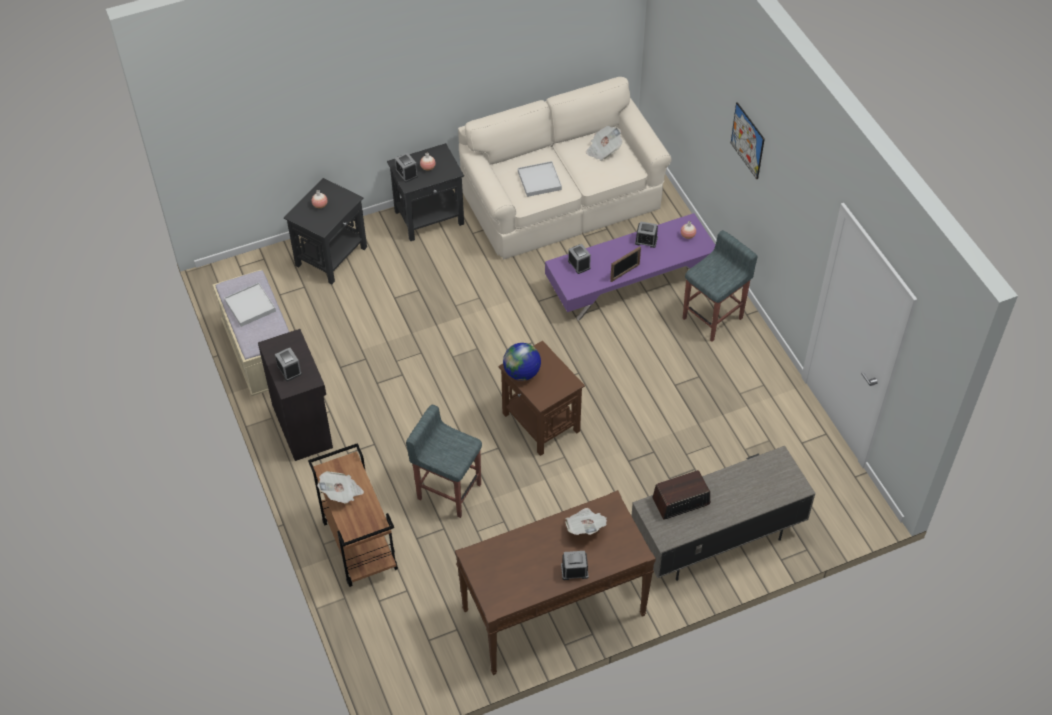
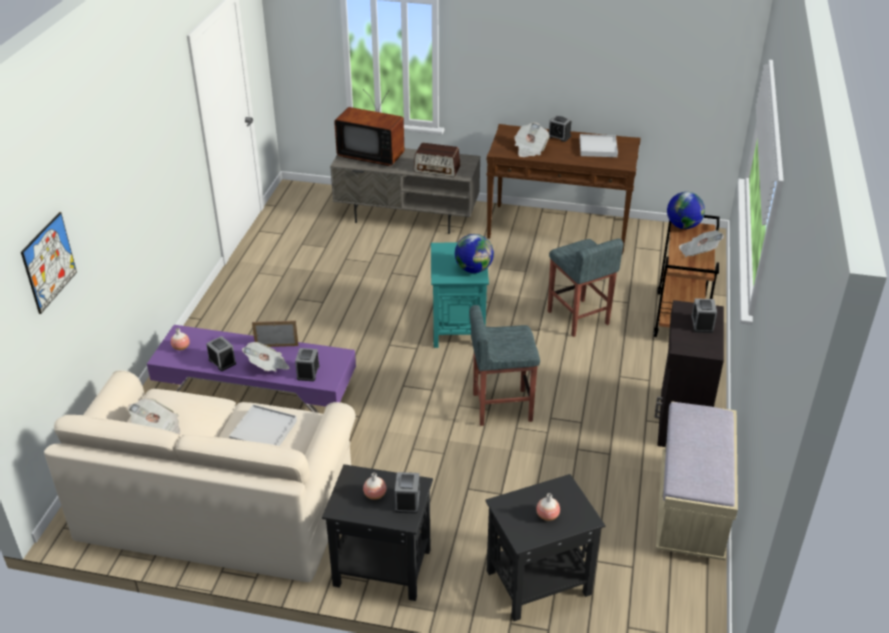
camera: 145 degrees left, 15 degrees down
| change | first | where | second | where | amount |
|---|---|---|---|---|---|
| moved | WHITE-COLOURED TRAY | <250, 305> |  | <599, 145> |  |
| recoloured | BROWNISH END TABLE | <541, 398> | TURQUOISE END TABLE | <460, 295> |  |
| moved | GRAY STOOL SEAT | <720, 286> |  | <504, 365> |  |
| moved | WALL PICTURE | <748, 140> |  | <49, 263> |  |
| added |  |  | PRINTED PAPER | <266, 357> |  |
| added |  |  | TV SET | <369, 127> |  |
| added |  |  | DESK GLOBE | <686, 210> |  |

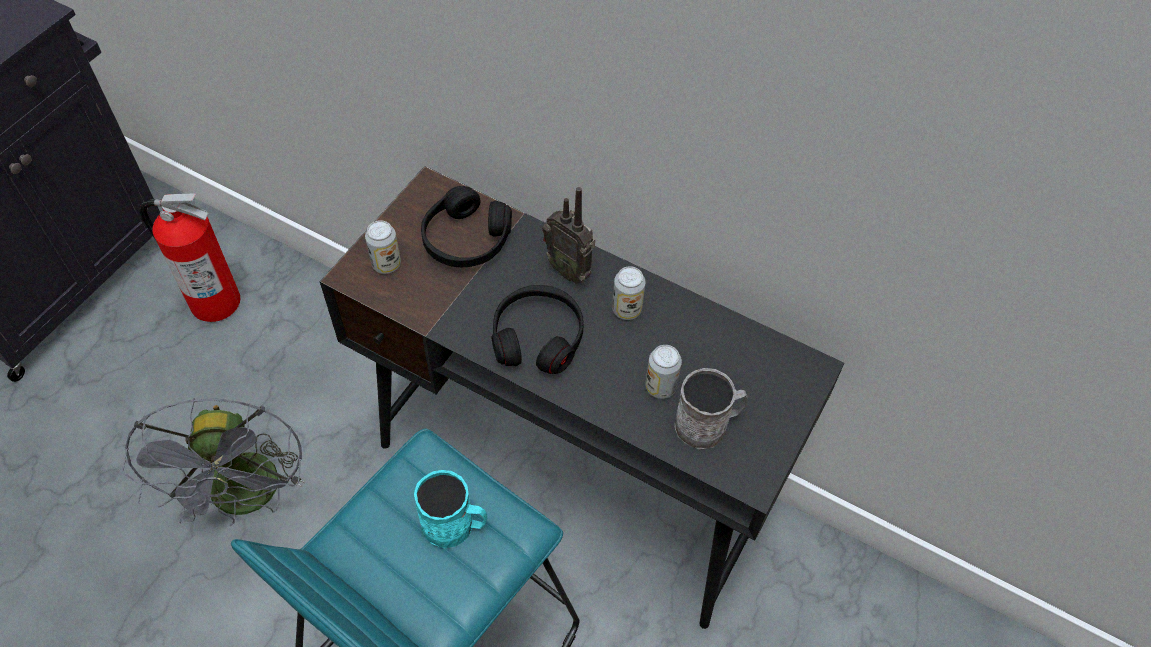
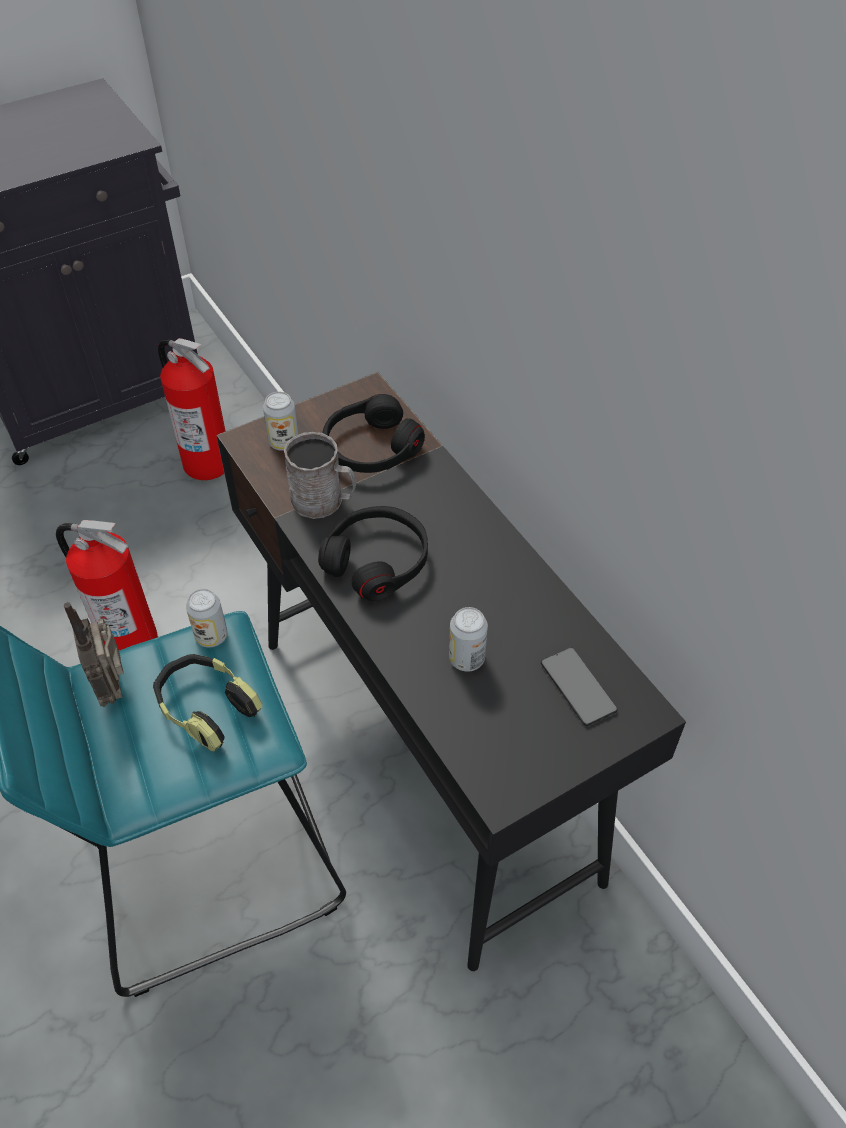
camera: 30 degrees right, 5 degrees down
| change | first | where | second | where | amount |
|---|---|---|---|---|---|
| replaced | GRAY FAN | <213, 462> | EXTINGUISHER | <107, 585> |  |
| replaced | TURQUOISE TEA MUG | <450, 509> | PAIR OF HEADPHONES | <208, 702> |  |
| moved | RADIO SET | <568, 235> |  | <94, 654> |  |
| moved | METAL CAN | <628, 293> |  | <206, 618> |  |
| moved | GRAY TEA MUG | <711, 409> |  | <320, 475> |  |
| added |  |  | HANDSET | <579, 686> |  |

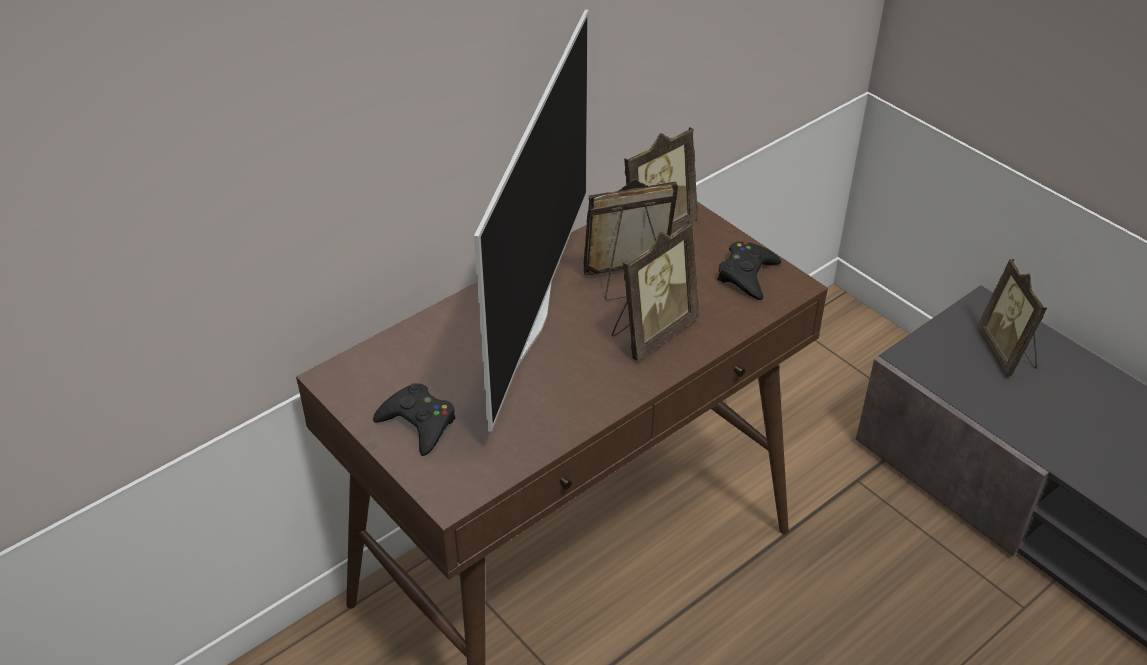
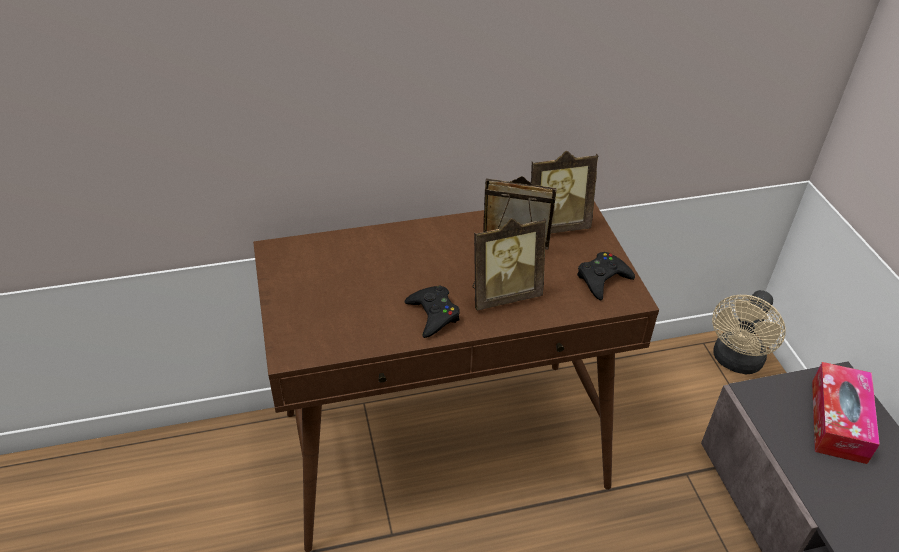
camera: 25 degrees right, 0 degrees up
| change | first | where | second | where | amount |
|---|---|---|---|---|---|
| moved | BLACKISH GAMEPAD | <414, 419> |  | <432, 312> |  |
| removed | TV SET | <531, 220> |  |  |  |
| replaced | PHOTO FRAME | <1012, 318> | BOX OF TISSUES | <846, 413> |  |
| added |  |  | BEIGE-COLOURED FAN | <749, 332> |  |

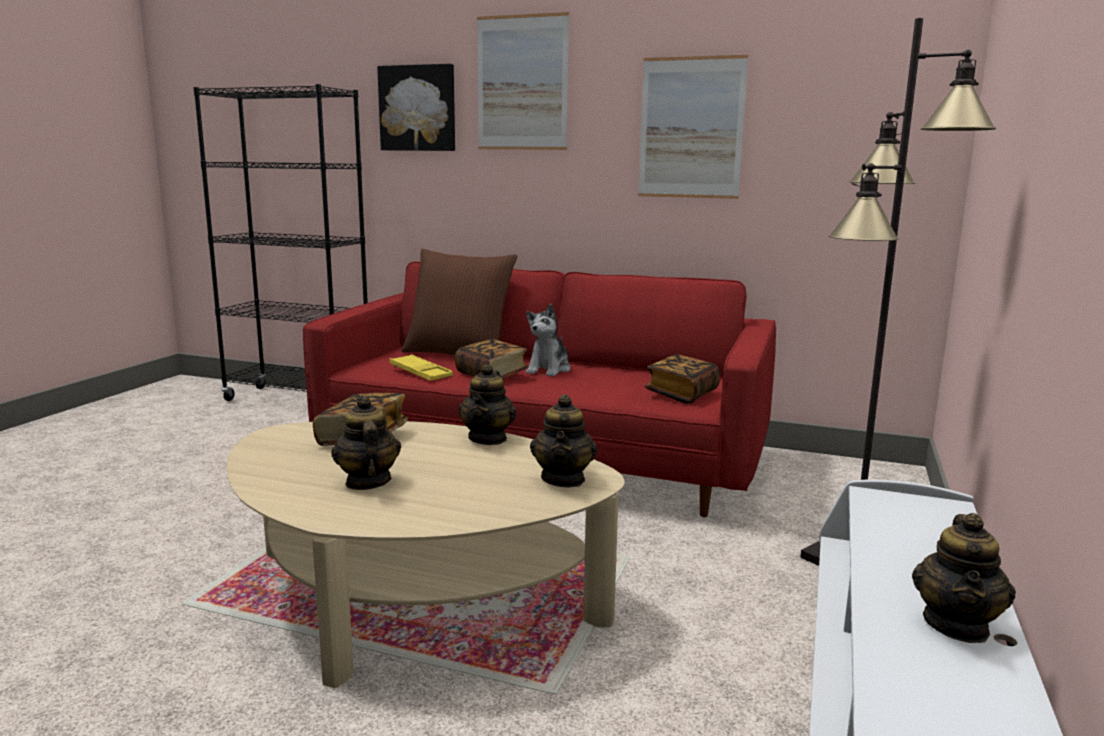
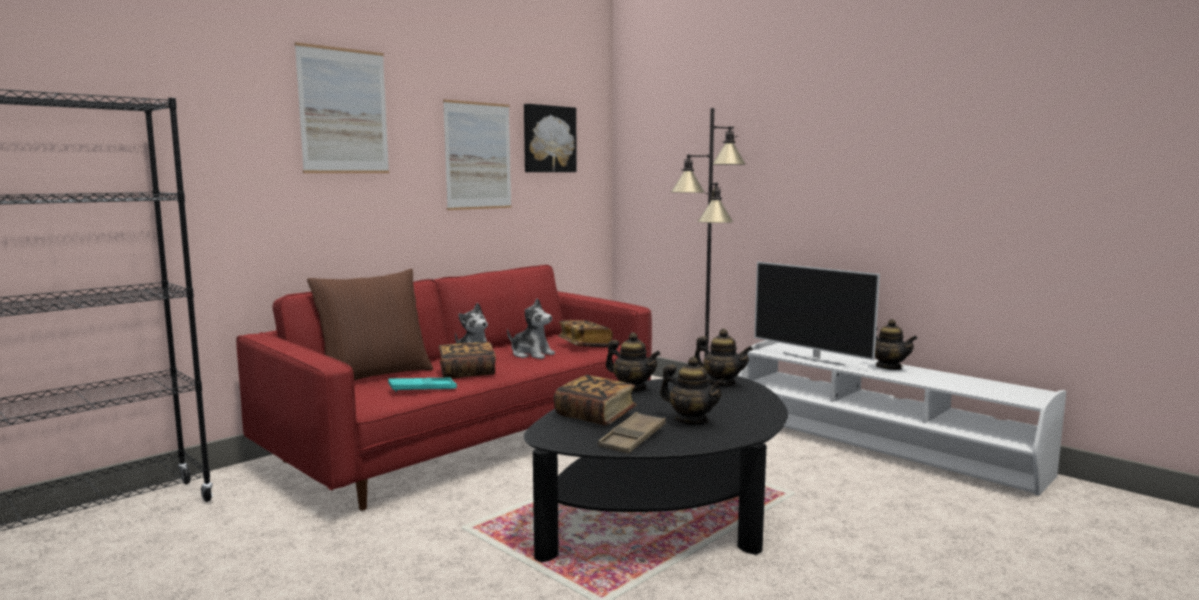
camera: 65 degrees left, 5 degrees down
| change | first | where | second | where | amount |
|---|---|---|---|---|---|
| recoloured | BEIGE-COLOURED LOW TABLE | <426, 554> | BLACKISH LOW TABLE | <656, 468> |  |
| turned | TEA POT | <366, 442> |  | <692, 391> | 150 degrees counterclockwise |
| moved | WALL PICTURE | <416, 107> |  | <550, 138> |  |
| recoloured | YELLOW TRAY | <421, 367> | TURQUOISE TRAY | <422, 385> |  |
| added |  |  | SOFT TOY | <531, 328> |  |
| added |  |  | BROWNISH TRAY | <632, 433> |  |
| added |  |  | TV SET | <817, 313> |  |

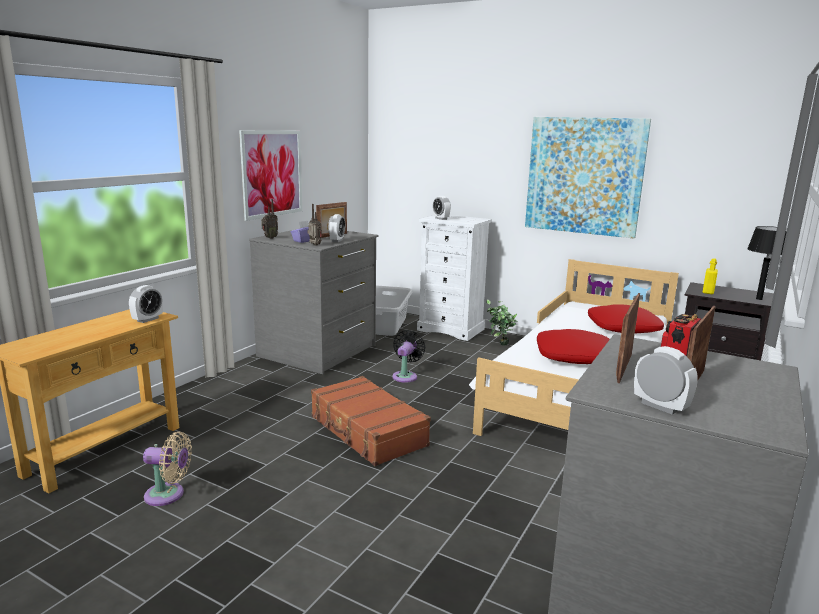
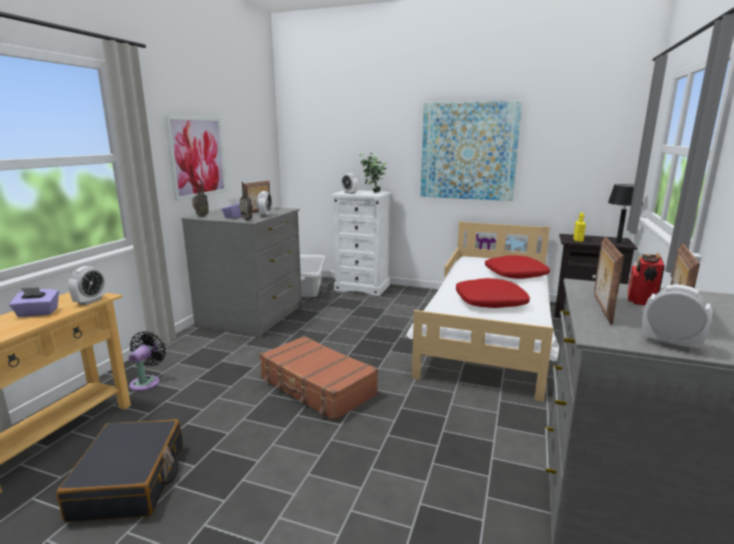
camera: 10 degrees left, 0 degrees up
| change | first | where | second | where | amount |
|---|---|---|---|---|---|
| replaced | BEIGE-COLOURED FAN | <167, 469> | BLACKISH SUITCASE | <119, 470> |  |
| moved | BLACKISH FAN | <408, 356> |  | <147, 361> |  |
| moved | POTTED PLANT | <501, 323> |  | <373, 173> |  |
| added |  |  | PURPLE BOX OF TISSUES | <34, 302> |  |

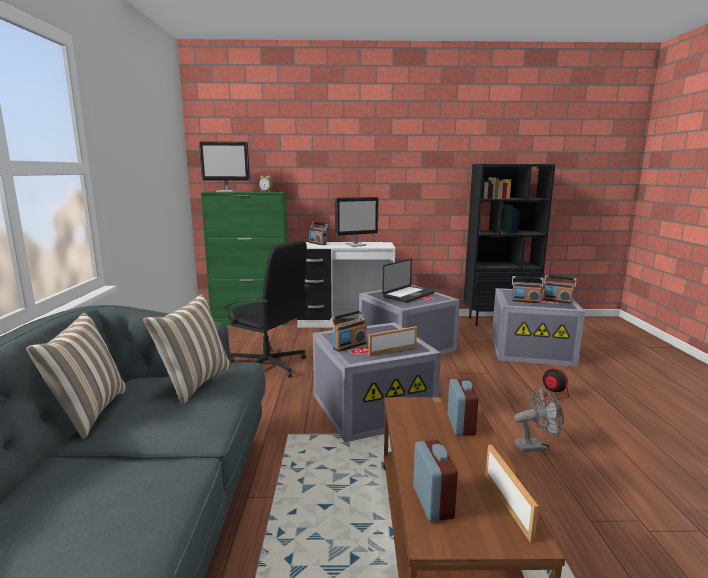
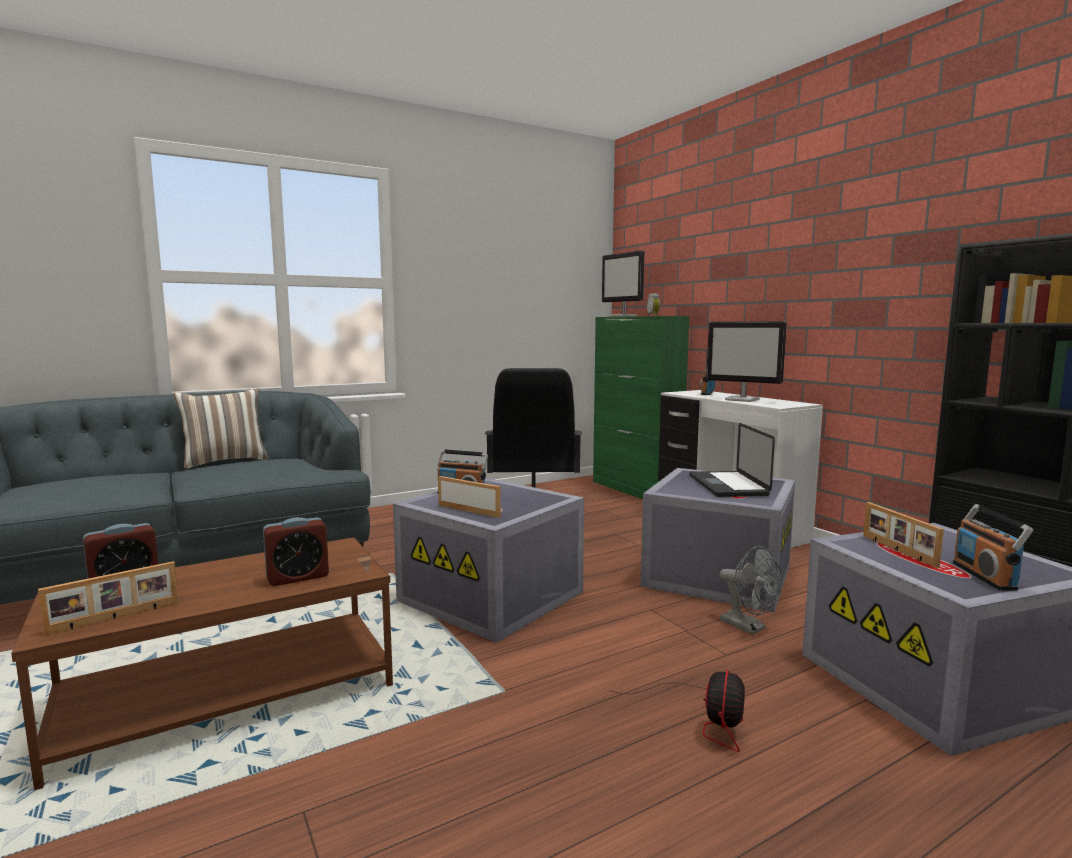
camera: 60 degrees right, 5 degrees down
| change | first | where | second | where | amount |
|---|---|---|---|---|---|
| removed | PILLOW | <187, 349> |  |  |  |
| turned | LAPTOP | <408, 281> |  | <732, 460> | 75 degrees clockwise |
| replaced | RADIO SET | <527, 289> | PHOTO FRAME | <903, 535> |  |
| moved | GRAY FAN | <539, 419> |  | <751, 590> |  |

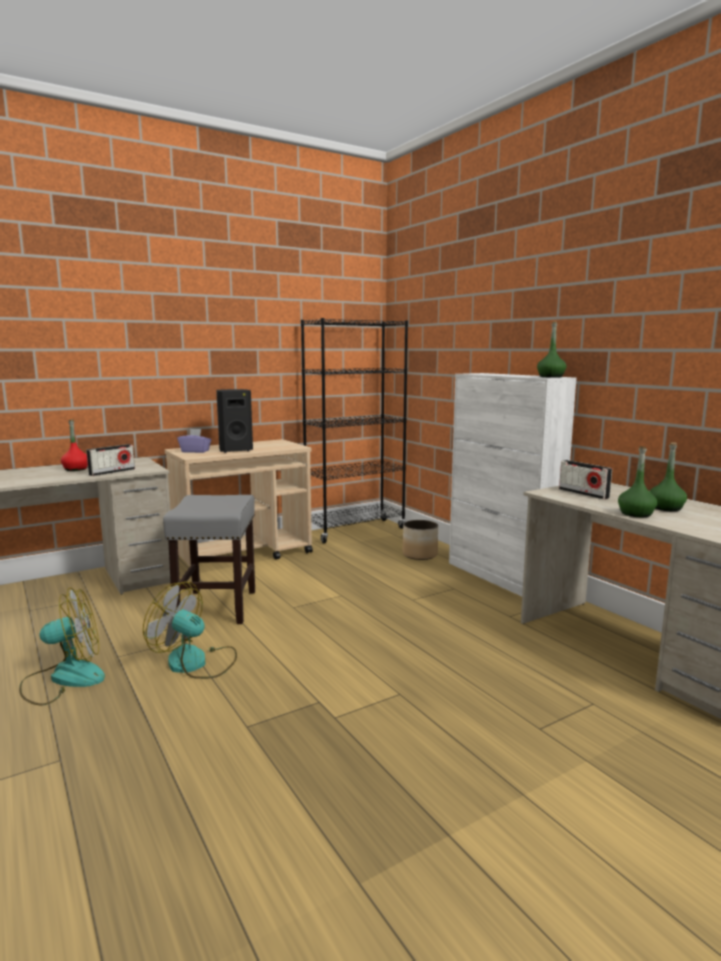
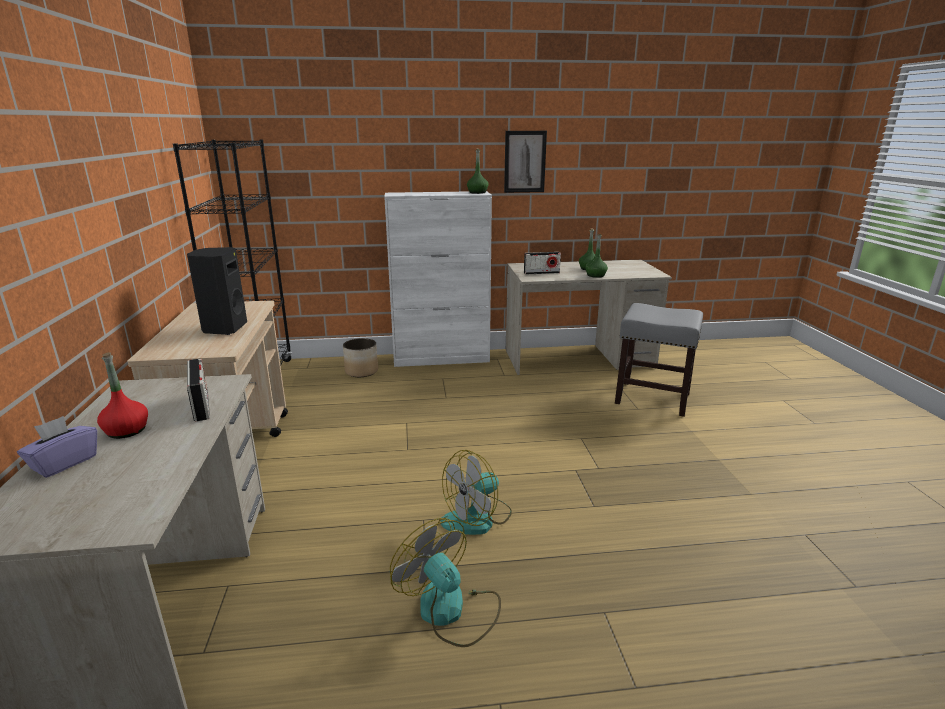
camera: 65 degrees left, 10 degrees up
| change | first | where | second | where | amount |
|---|---|---|---|---|---|
| turned | FAN | <62, 646> |  | <445, 582> | 45 degrees counterclockwise |
| moved | GRAY STOOL SEAT | <209, 559> |  | <659, 360> |  |
| moved | PURPLE BOX OF TISSUES | <194, 441> |  | <57, 447> |  |
| added |  |  | WALL PICTURE | <525, 162> |  |

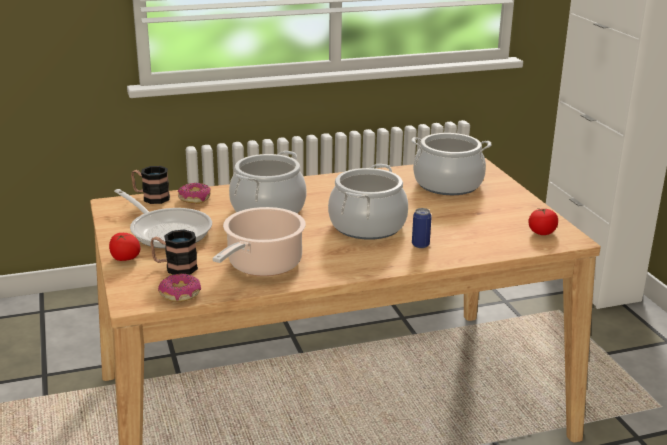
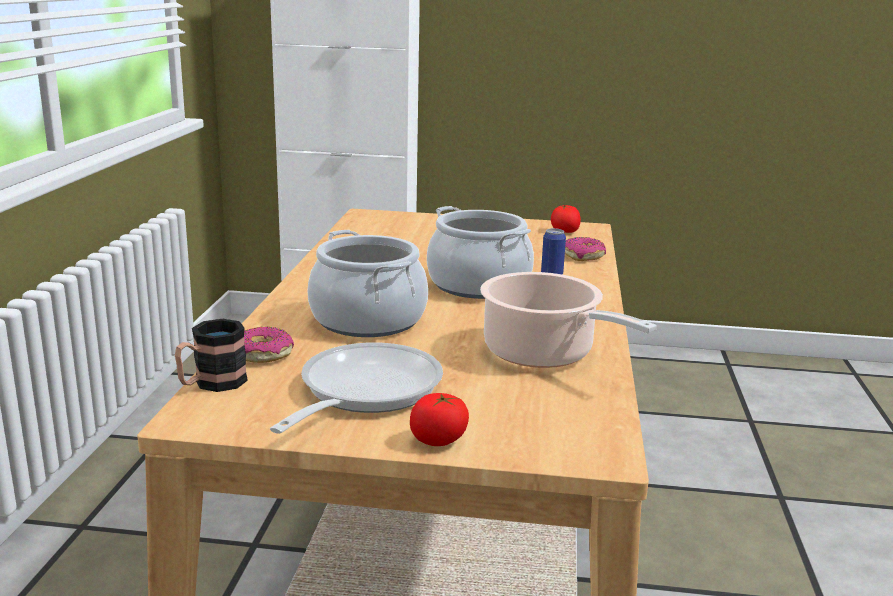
camera: 65 degrees left, 5 degrees down
| change | first | where | second | where | amount |
|---|---|---|---|---|---|
| turned | PAN | <163, 218> |  | <356, 388> | 45 degrees counterclockwise |
| removed | TEA MUG | <174, 252> |  |  |  |
| moved | DOUGHNUT | <179, 287> |  | <585, 249> |  |
| removed | SAUCEPOT | <451, 164> |  |  |  |

